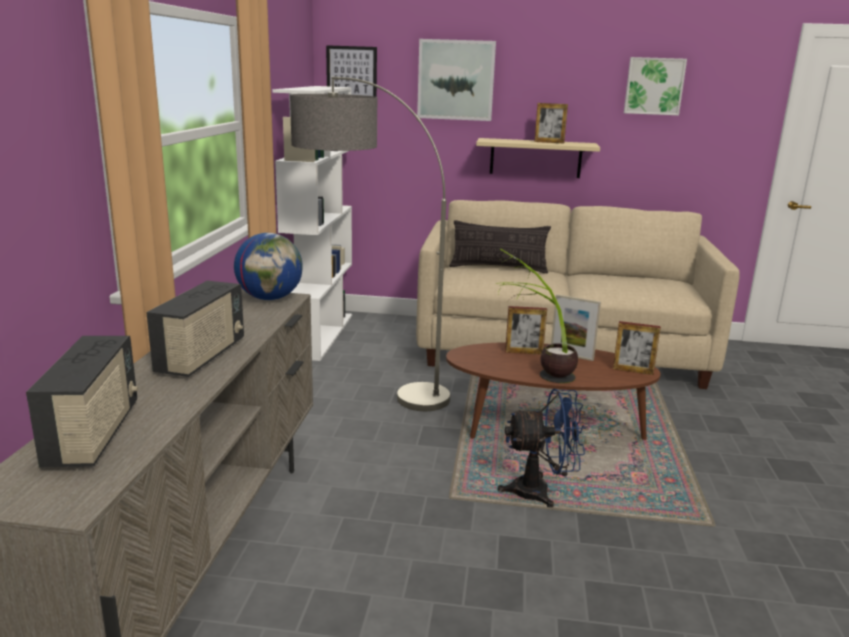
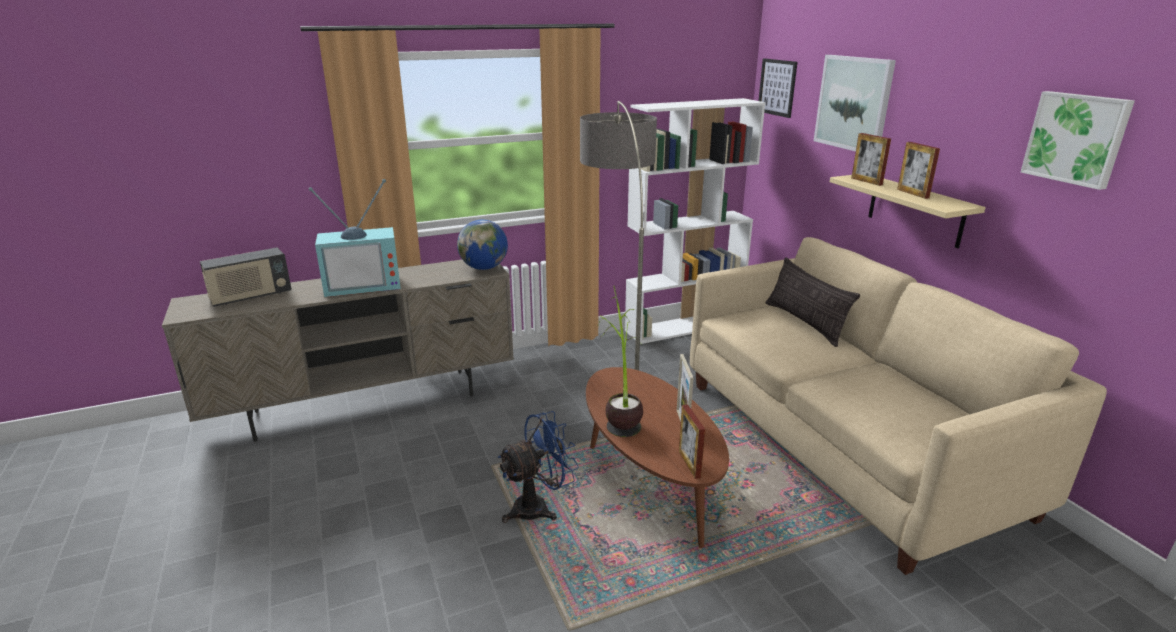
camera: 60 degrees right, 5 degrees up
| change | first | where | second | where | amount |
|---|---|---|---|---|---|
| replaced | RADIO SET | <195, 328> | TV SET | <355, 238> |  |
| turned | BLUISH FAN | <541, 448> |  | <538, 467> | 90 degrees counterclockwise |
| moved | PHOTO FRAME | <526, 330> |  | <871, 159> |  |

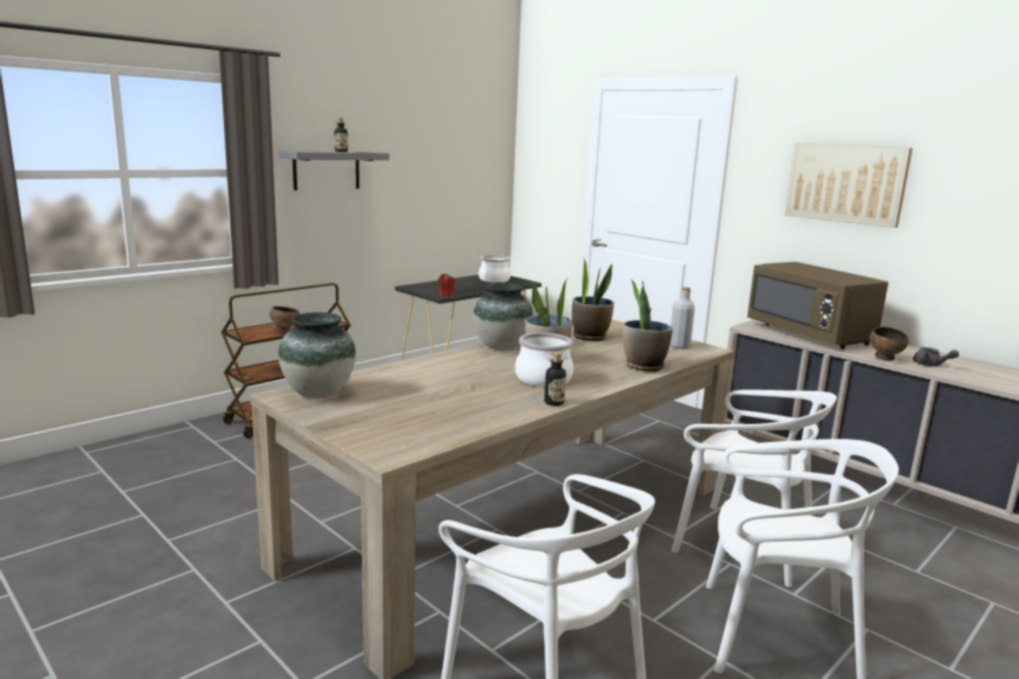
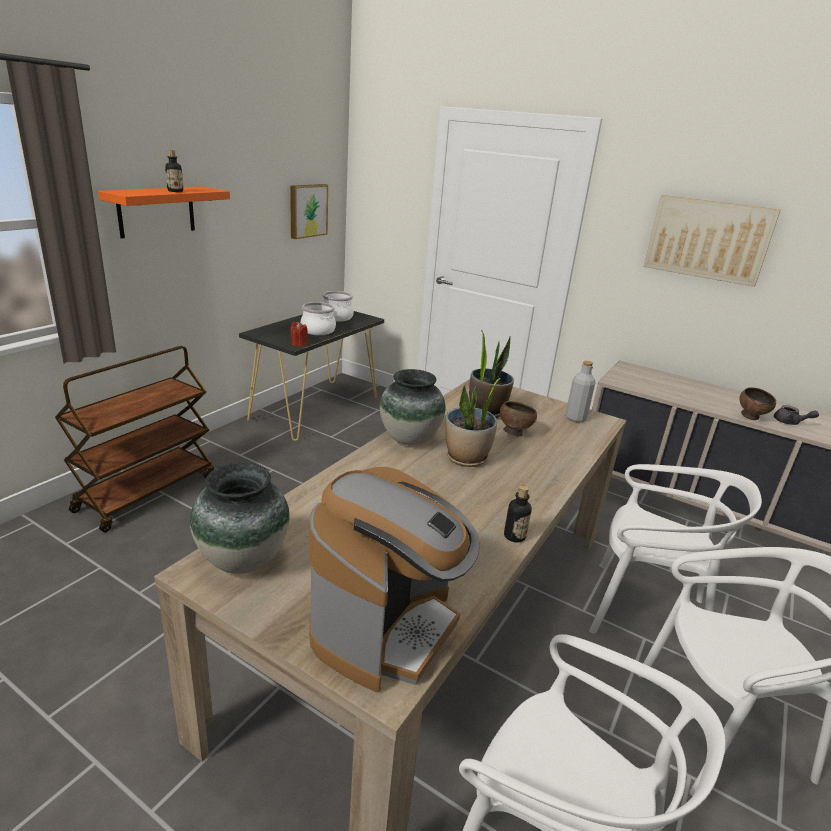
camera: 15 degrees left, 10 degrees up
| change | first | where | second | where | amount |
|---|---|---|---|---|---|
| moved | BROWNISH SERVING BOWL | <285, 319> |  | <518, 418> |  |
| recoloured | GRAY SHELF | <334, 170> | ORANGE SHELF | <164, 212> |  |
| moved | SAUCEPOT | <544, 360> |  | <318, 318> |  |
| removed | POTTED PLANT | <648, 325> |  |  |  |
| removed | BROWNISH KITCHEN MICROWAVE | <817, 305> |  |  |  |
| added |  |  | WALL PICTURE | <309, 211> |  |
| added |  |  | COFFEE MACHINE | <394, 579> |  |

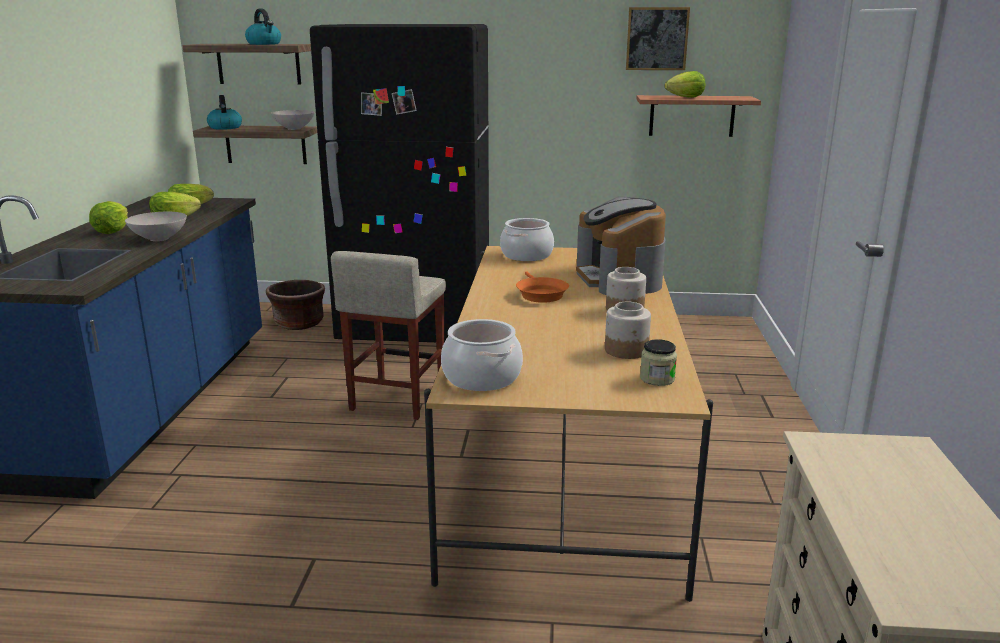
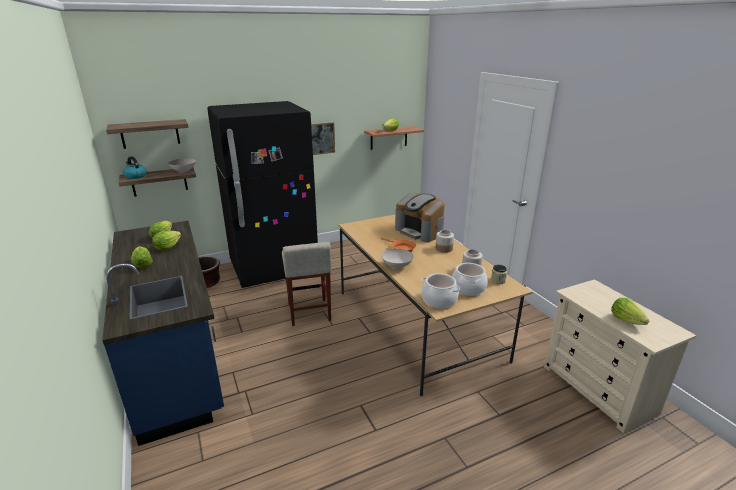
camera: 30 degrees left, 5 degrees up
| change | first | where | second | where | amount |
|---|---|---|---|---|---|
| moved | WHITE-COLOURED SERVING BOWL | <156, 226> |  | <397, 259> |  |
| removed | TEA KETTLE | <263, 27> |  |  |  |
| moved | SAUCEPOT | <527, 239> |  | <470, 279> |  |
| moved | WALL PICTURE | <658, 38> |  | <323, 138> |  |
| added |  |  | HEAD OF LETTUCE | <630, 311> |  |

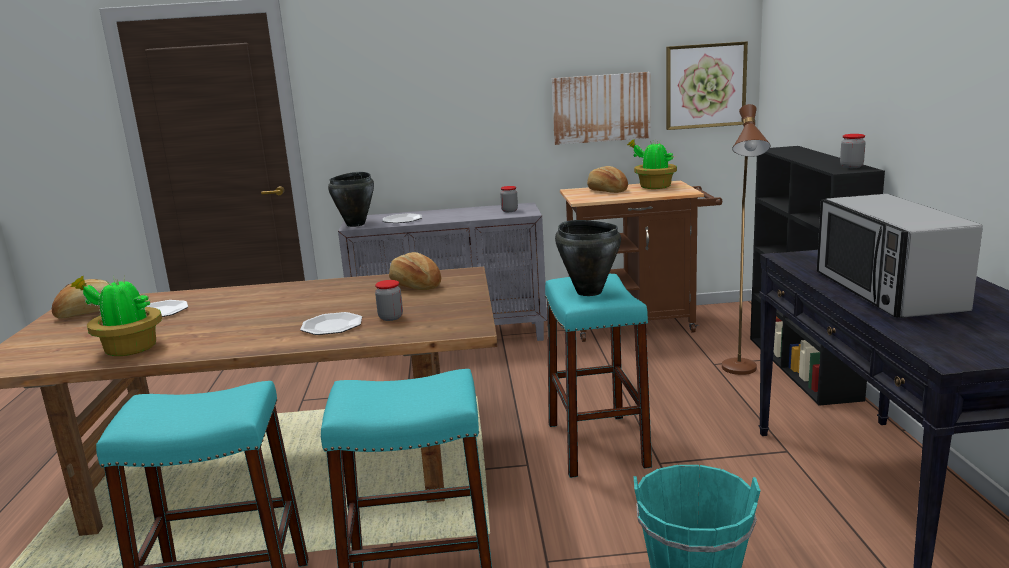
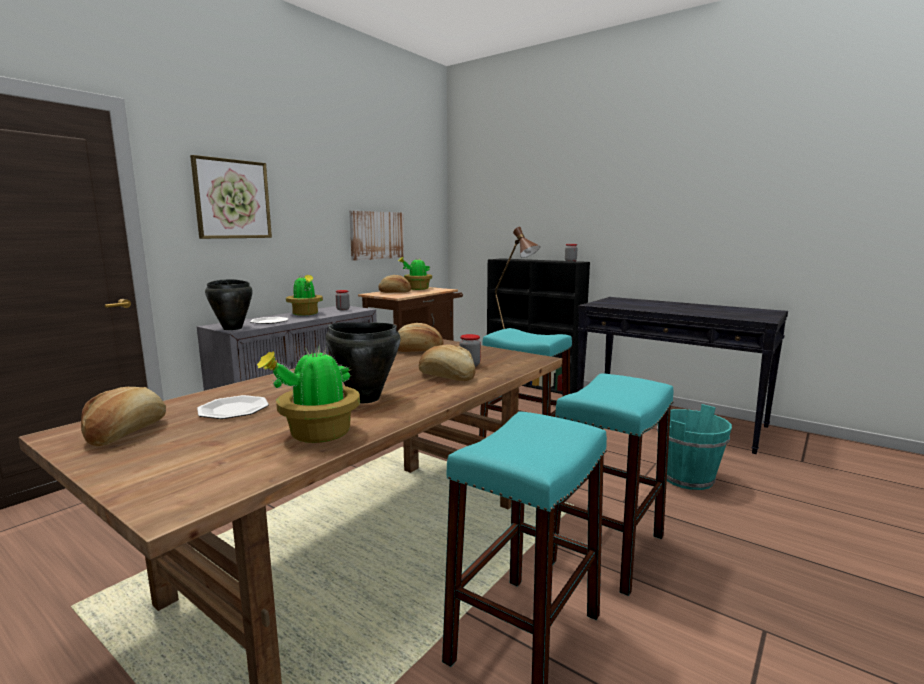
camera: 50 degrees left, 5 degrees down
| change | first | where | second | where | amount |
|---|---|---|---|---|---|
| replaced | PLATE | <331, 323> | BREAD | <447, 362> |  |
| moved | BLACKISH SAUCEPOT | <588, 258> |  | <363, 362> |  |
| moved | WALL PICTURE | <707, 85> |  | <231, 197> |  |
| removed | KITCHEN MICROWAVE | <900, 256> |  |  |  |
| added |  |  | POTTED PLANT | <304, 295> |  |

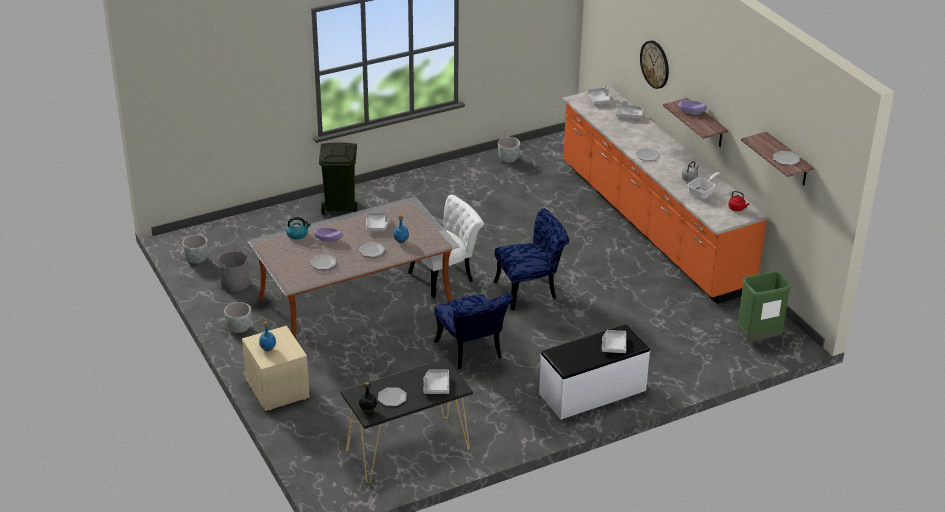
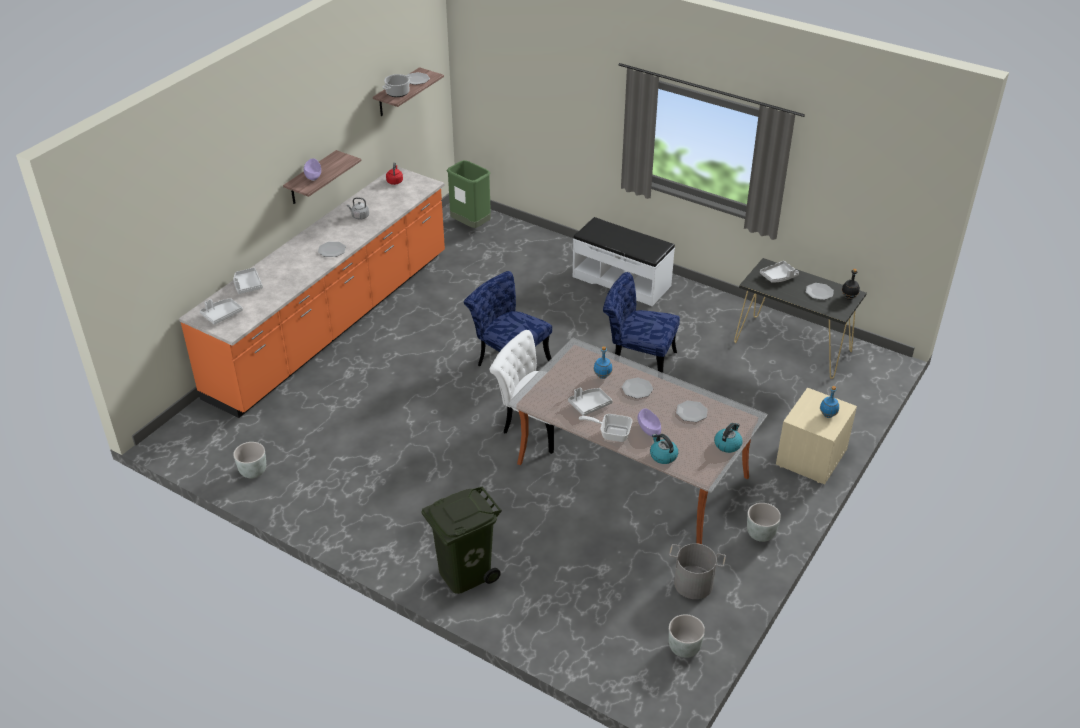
camera: 120 degrees left, 5 degrees up
| change | first | where | second | where | amount |
|---|---|---|---|---|---|
| turned | BLUISH PLAIN CHAIR | <473, 331> |  | <641, 322> | 105 degrees counterclockwise |
| removed | GRAY TRAY | <614, 341> |  |  |  |
| removed | WALL CLOCK | <654, 65> |  |  |  |
| moved | PAN | <704, 185> |  | <605, 428> |  |
| added |  |  | SAUCEPOT | <397, 85> |  |
| added |  |  | TEA KETTLE | <728, 438> |  |

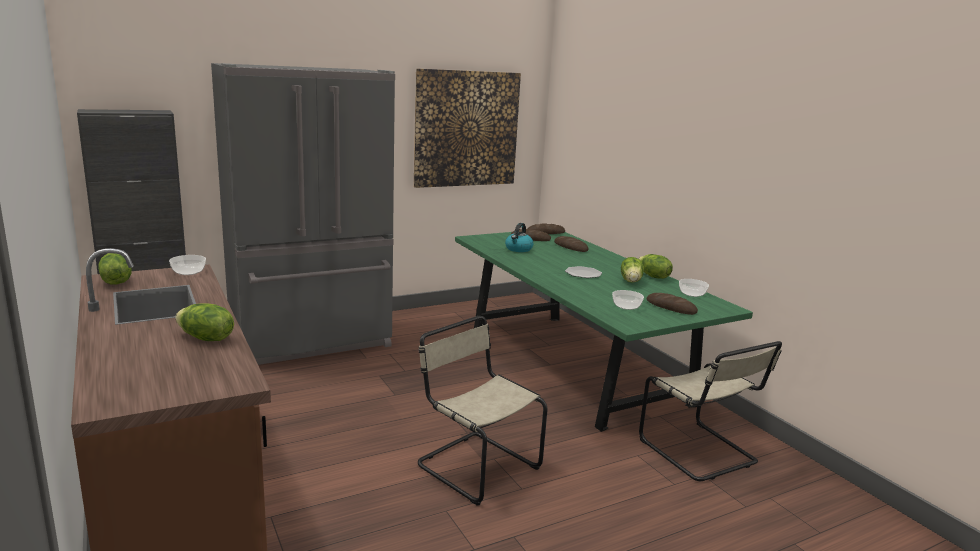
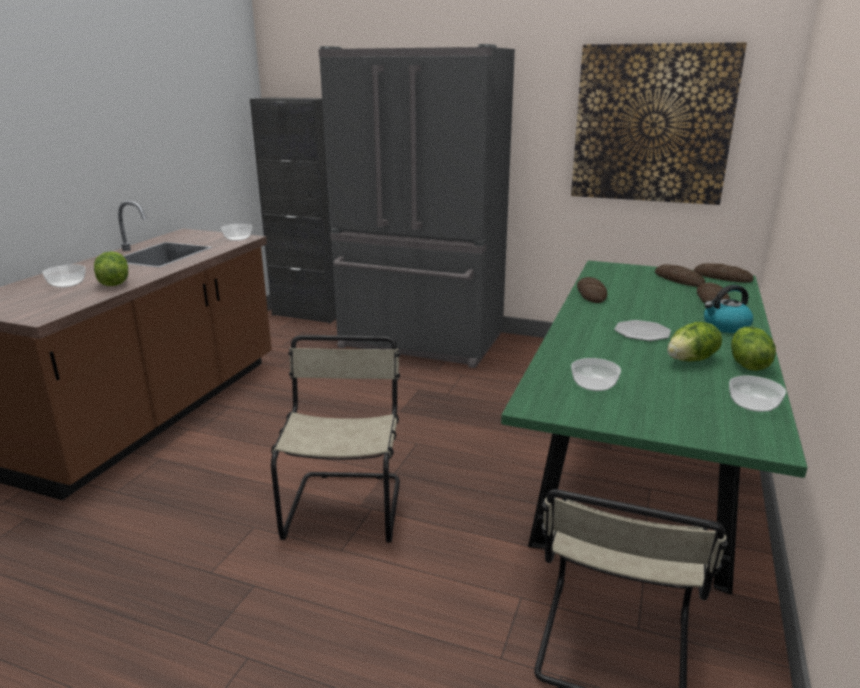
camera: 50 degrees right, 5 degrees up
| change | first | where | second | where | amount |
|---|---|---|---|---|---|
| removed | HEAD OF LETTUCE | <115, 269> |  |  |  |
| moved | TEA KETTLE | <519, 237> |  | <728, 309> |  |
| moved | BREAD | <672, 304> |  | <592, 290> |  |
| added |  |  | SERVING BOWL | <63, 276> |  |

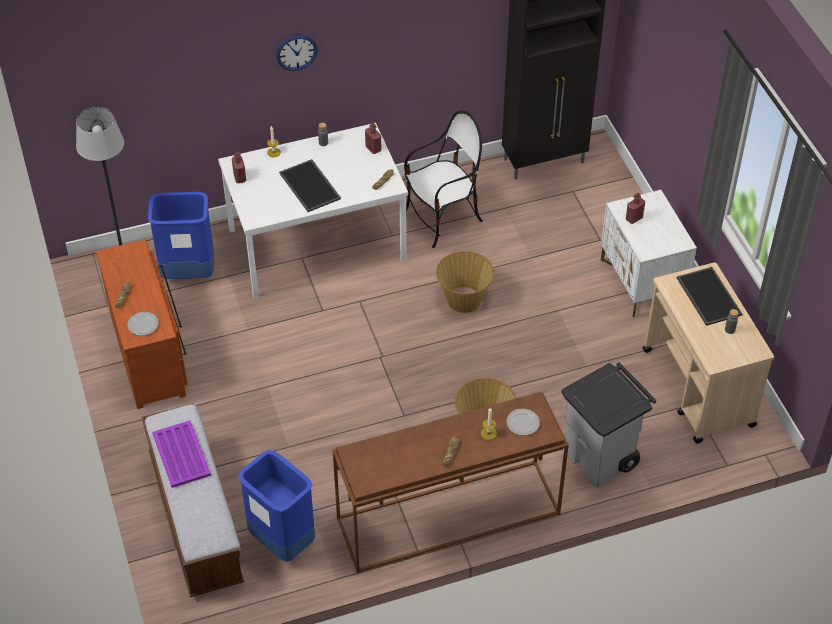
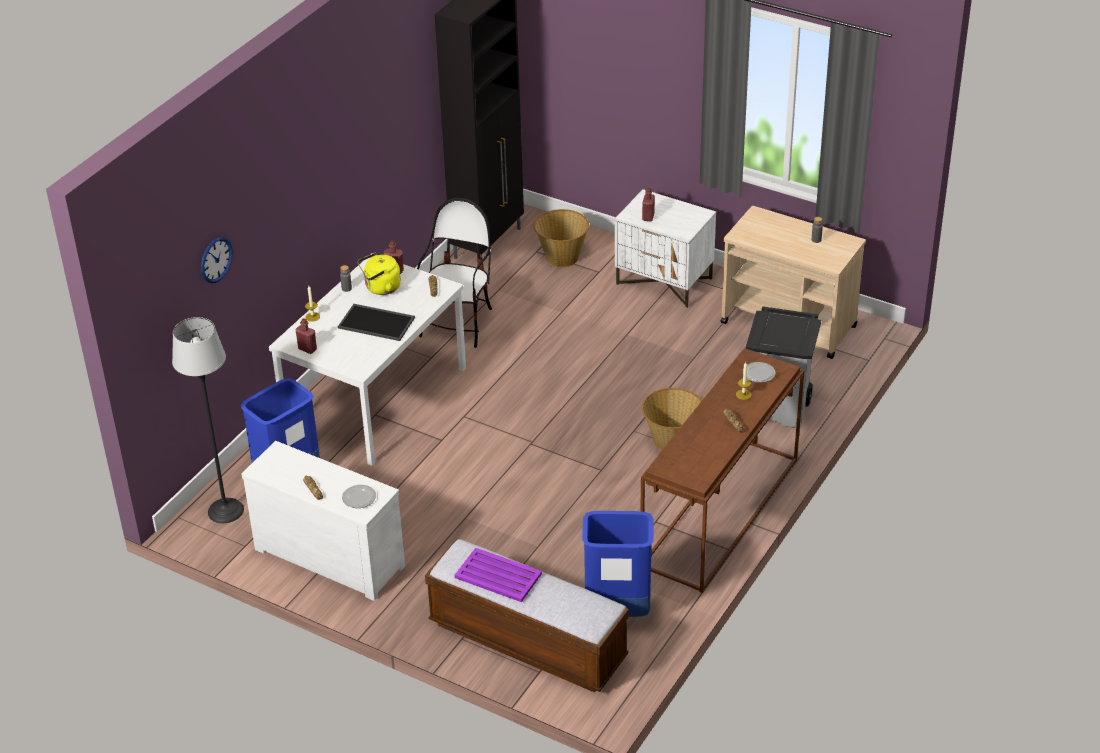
camera: 40 degrees left, 10 degrees down
| change | first | where | second | where | amount |
|---|---|---|---|---|---|
| recoloured | BROWNISH DRAWER CHEST | <142, 324> | WHITE-COLOURED DRAWER CHEST | <323, 521> |  |
| moved | WALL CLOCK | <297, 53> |  | <216, 260> |  |
| moved | HOUSEHOLD BASKET | <465, 282> |  | <561, 238> |  |
| removed | TRAY | <709, 296> |  |  |  |
| added |  |  | YELLOW TEA KETTLE | <379, 274> |  |

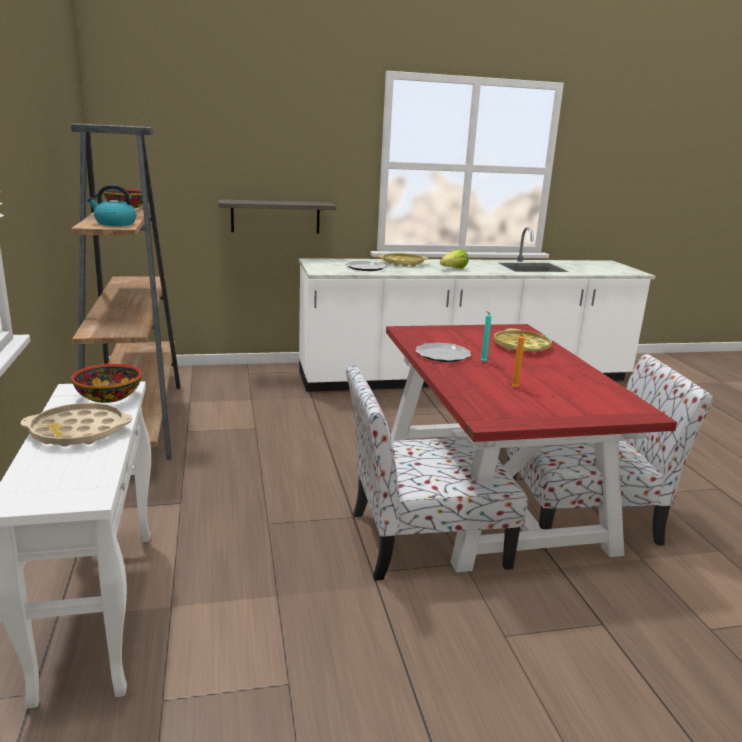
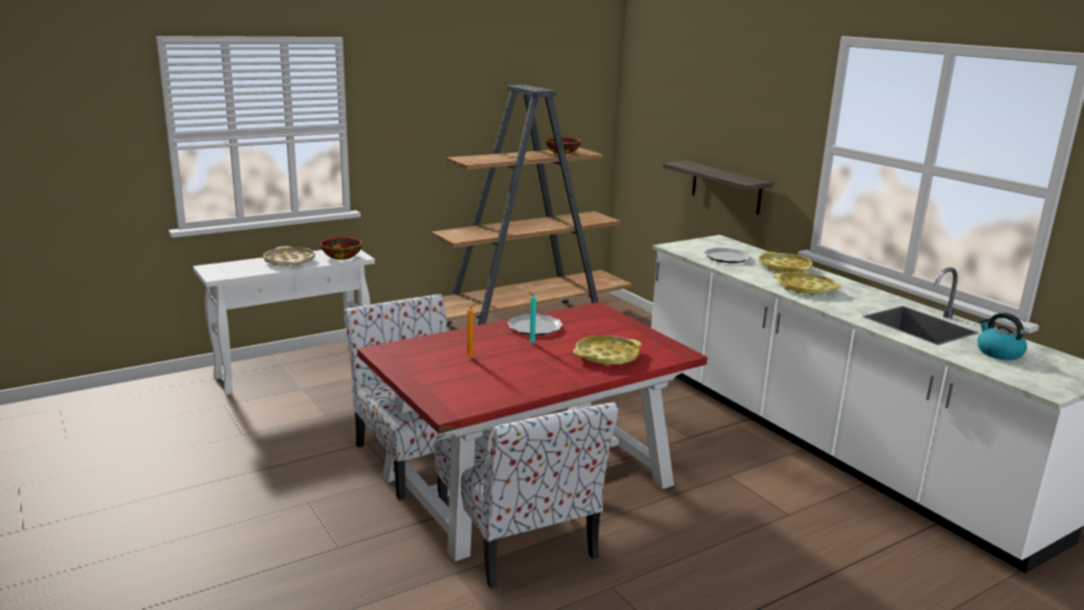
camera: 70 degrees right, 0 degrees up
| change | first | where | second | where | amount |
|---|---|---|---|---|---|
| moved | TEA KETTLE | <111, 205> |  | <1002, 336> |  |
| replaced | HEAD OF LETTUCE | <454, 258> | YELLOW TRAY | <807, 284> |  |

